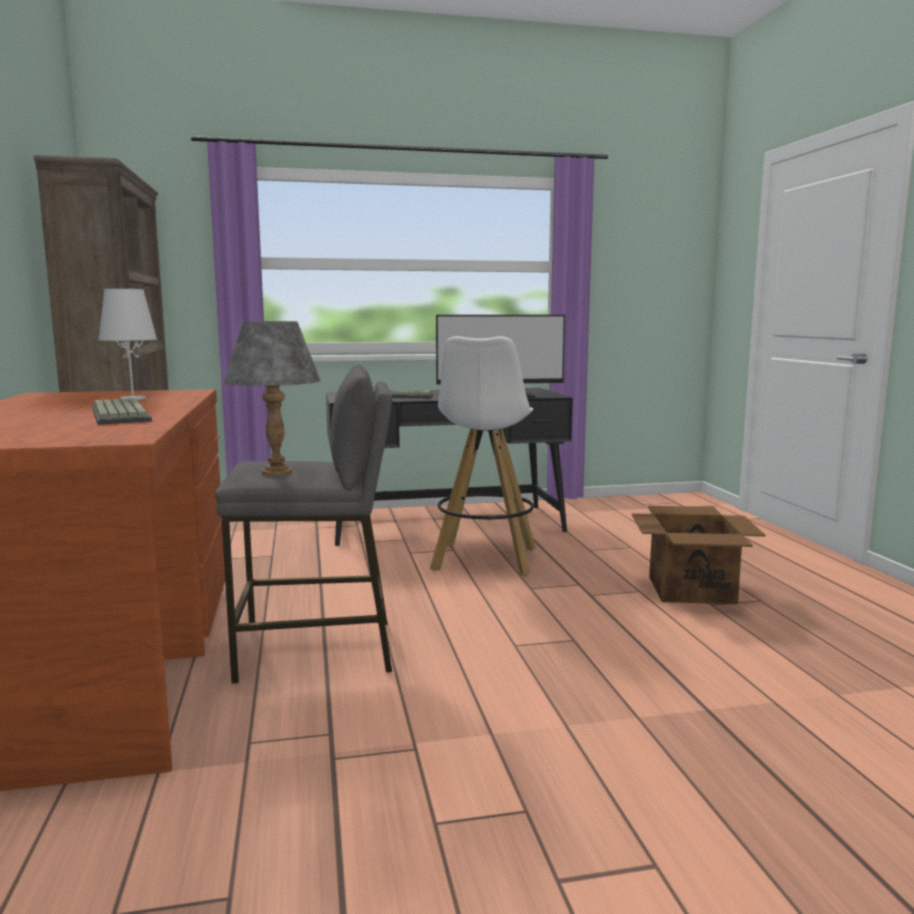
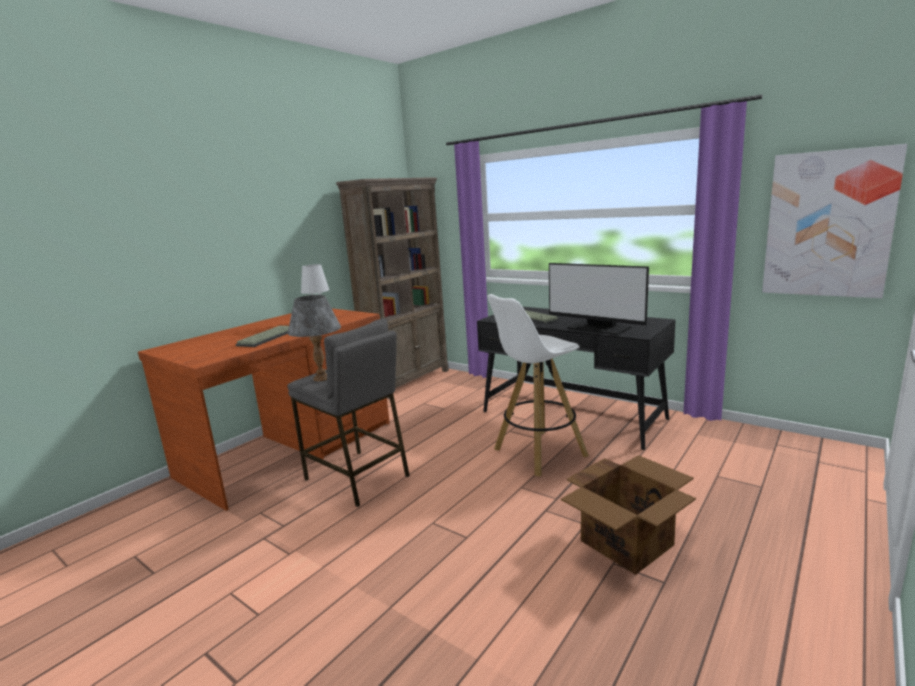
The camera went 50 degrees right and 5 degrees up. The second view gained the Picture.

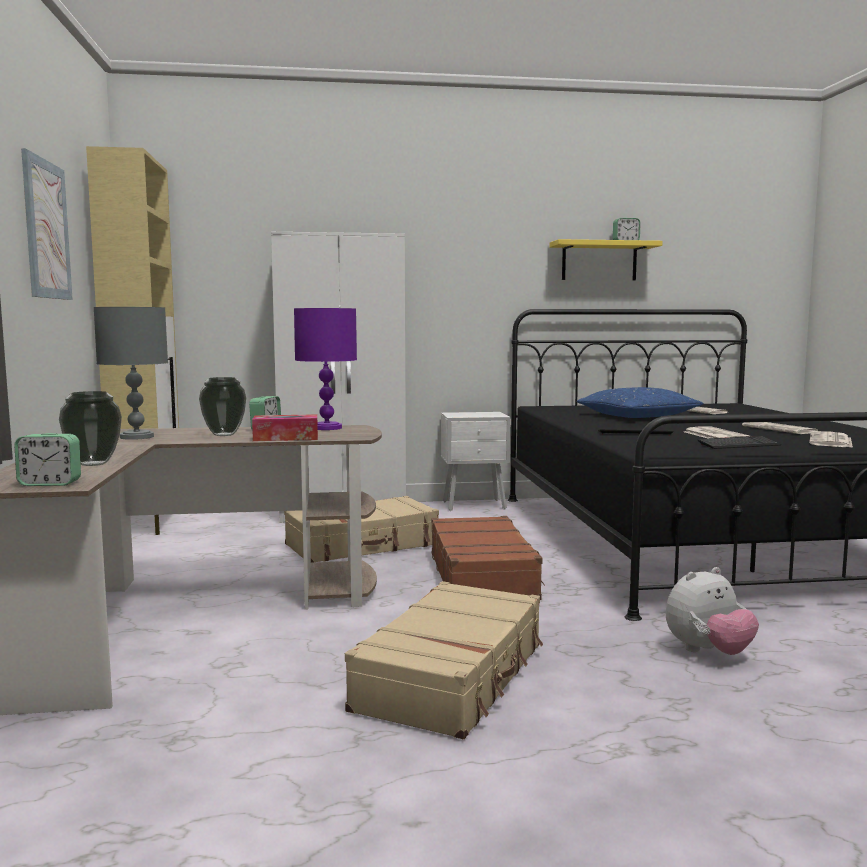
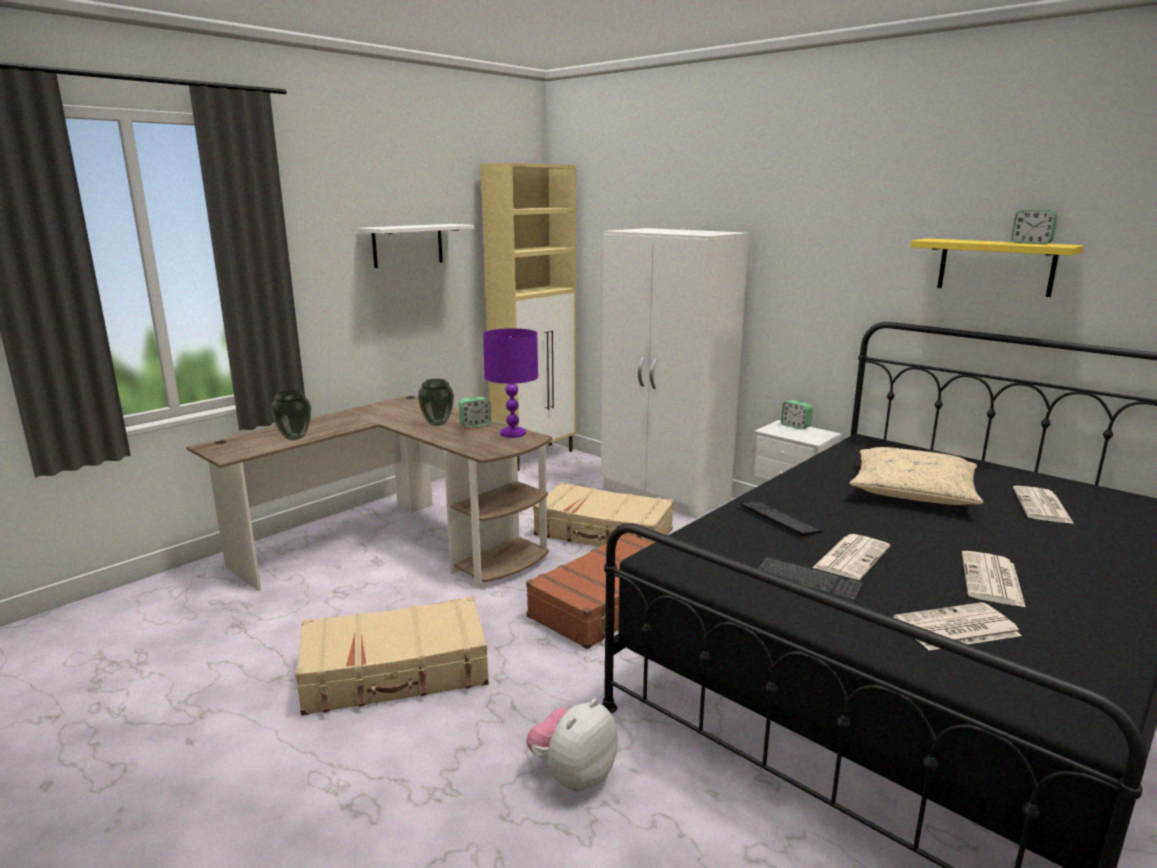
The camera went 50 degrees right and 10 degrees up. Where the Picture hung, the WhitishShelf came to hang. The second view lost the GreyishTabletopLamp. What was the BlueThrowPillow turned into the SandColouredThrowPillow. The second view lost the TissueBox. The BedsideClock (1st from left in the first image) ended up elsewhere. The CuddlyToy ended up facing another way, 105 degrees clockwise from before.

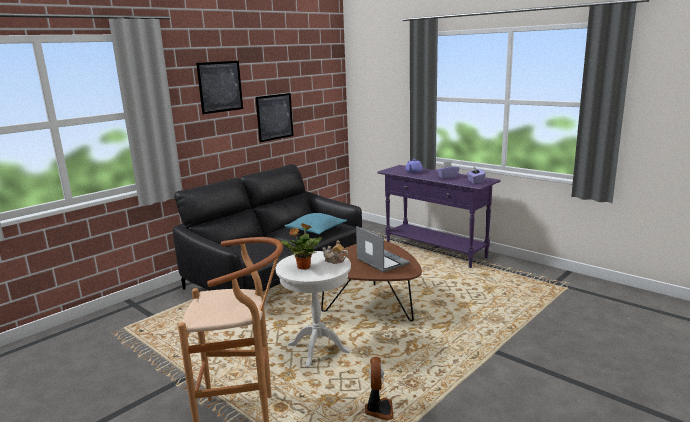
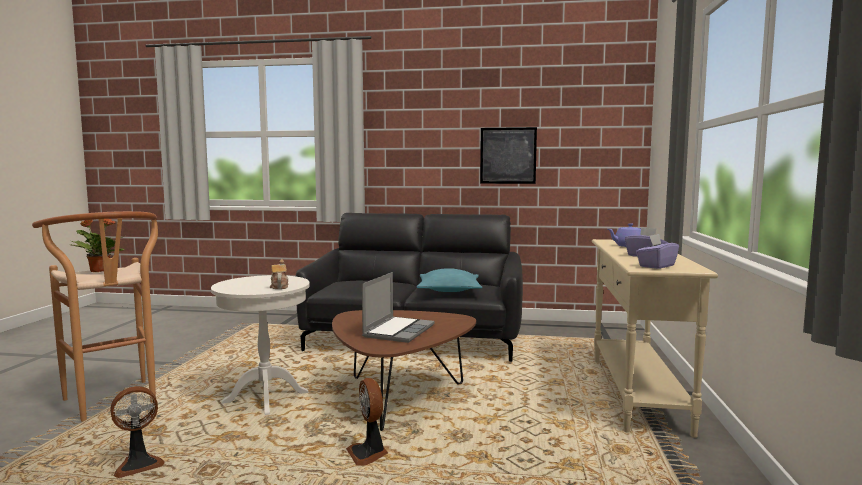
The camera went 55 degrees right and 10 degrees down. The second view lost the Picture (1st from left). What was the PurpleNarrowTable turned into the SandColouredNarrowTable. The Houseplant ended up elsewhere. The second view gained the Fan (2nd from left).

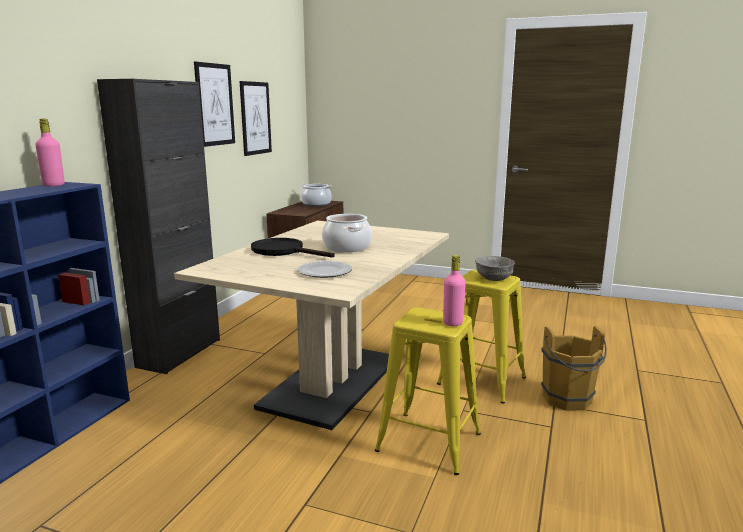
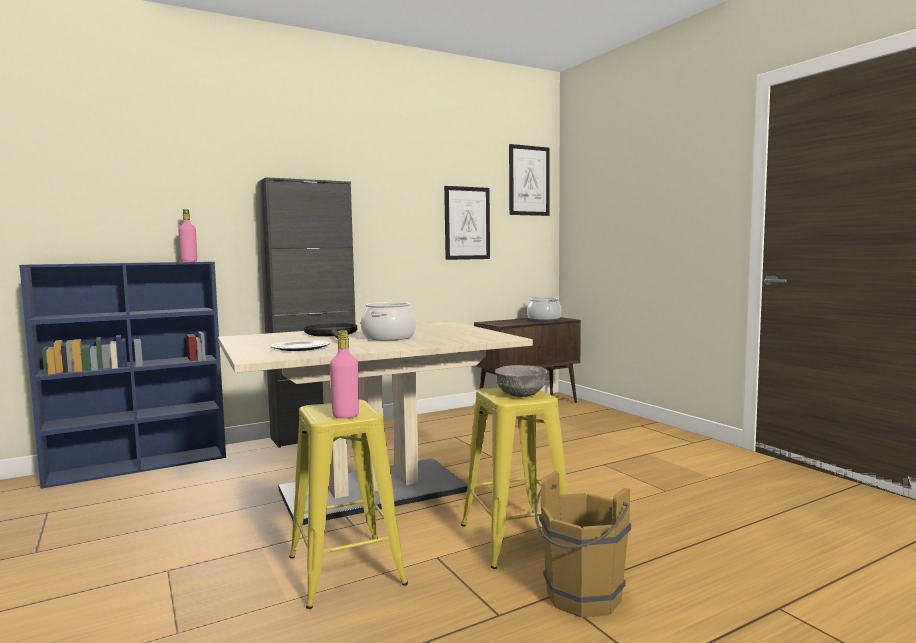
The camera went 40 degrees right and 10 degrees down. The Picture (1st from left in the first image) ended up elsewhere.

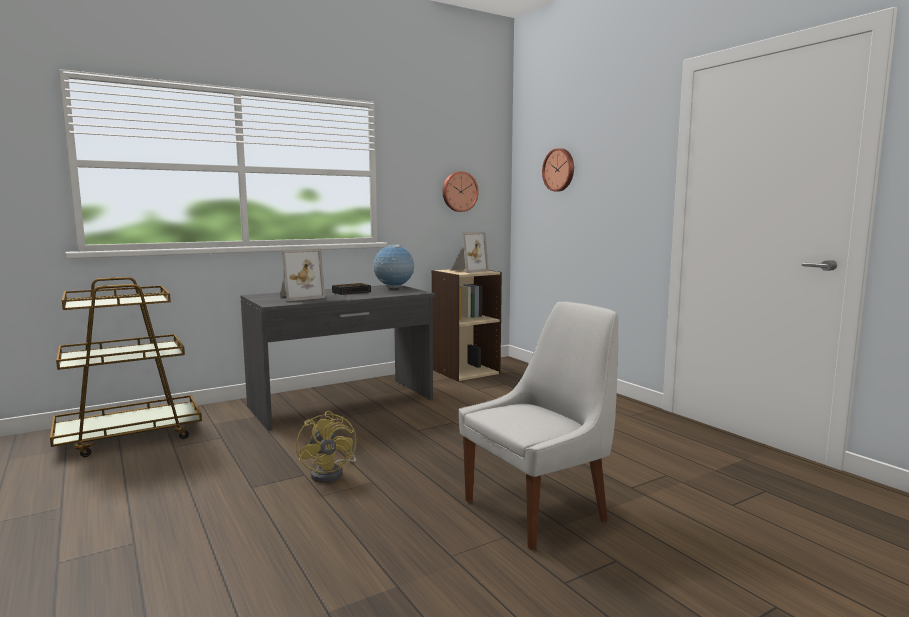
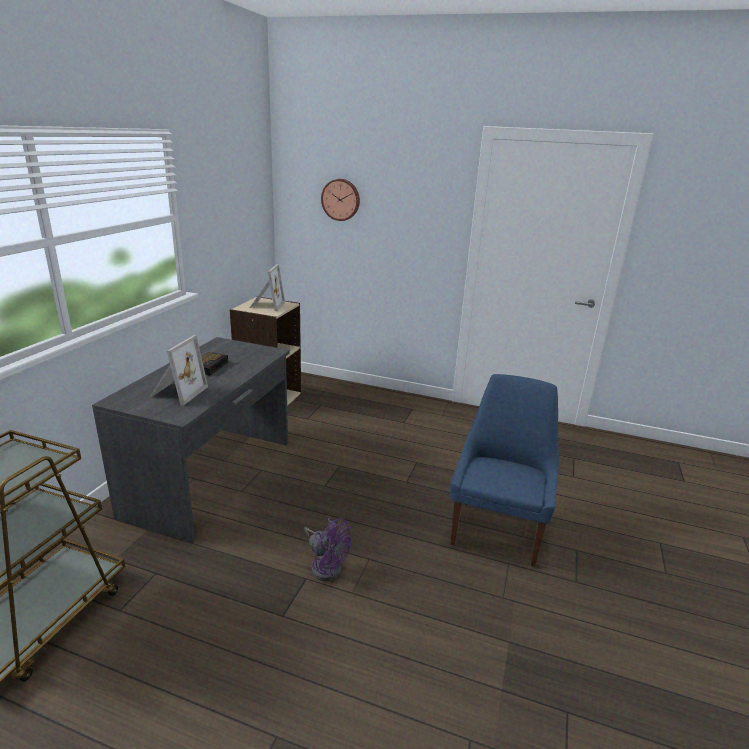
The camera went 40 degrees left and 15 degrees up. The second view lost the HangingClock (1st from left). The second view lost the DeskGlobe. What was the WhitishPlainChair turned into the BluePlainChair. What was the YellowColouredFan turned into the PurpleFan.

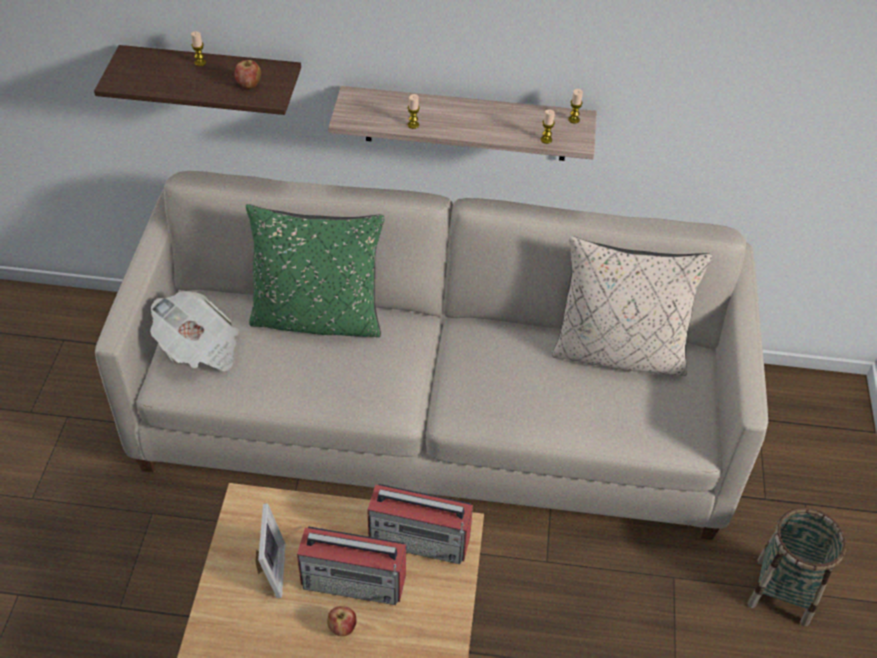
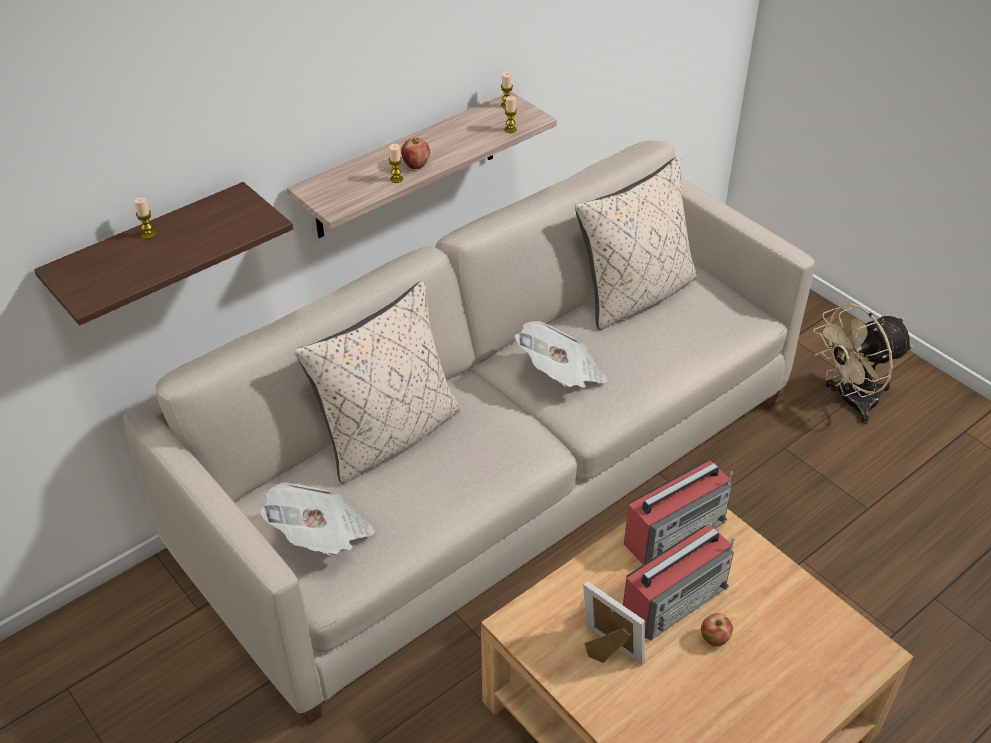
The camera went 45 degrees left and 5 degrees down. The WholeApple (1st from left) ended up elsewhere. What was the GreenishThrowPillow turned into the SandColouredThrowPillow (1st from left). Where the HouseholdBasket stood, the SandColouredFan came to stand. The second view gained the PrintedPaper (2nd from left).

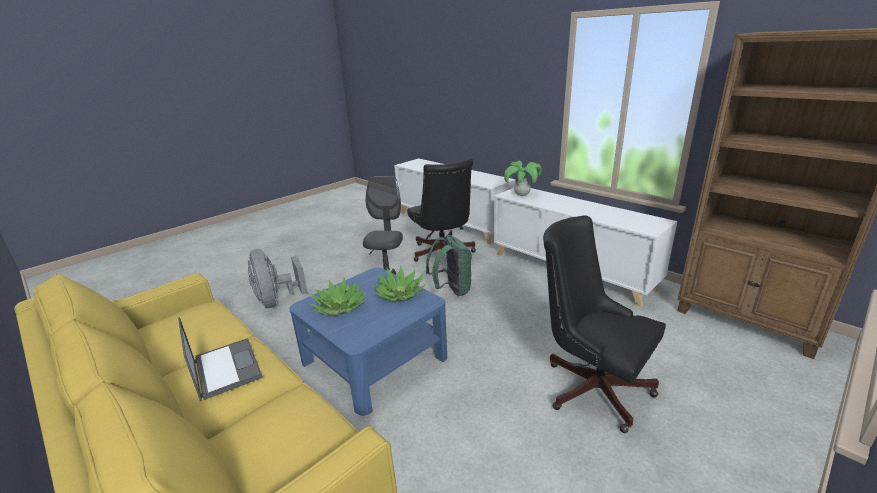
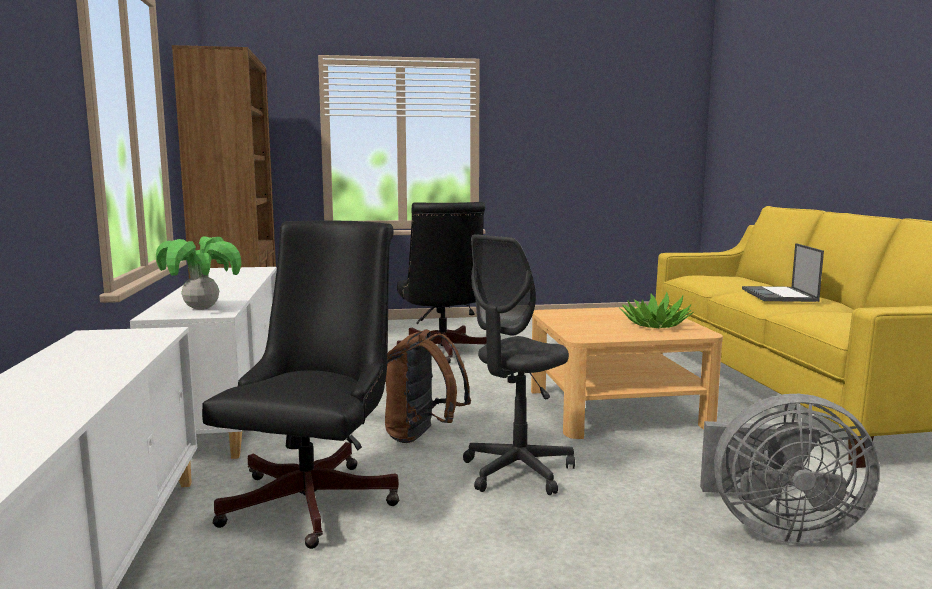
The camera went 145 degrees left and 15 degrees down. What was the GreenishKnapsack turned into the BrownishKnapsack. The GreyishFan ended up facing another way, 90 degrees clockwise from before. The second view lost the Houseplant (2nd from left). What was the BlueLowTable turned into the SandColouredLowTable.

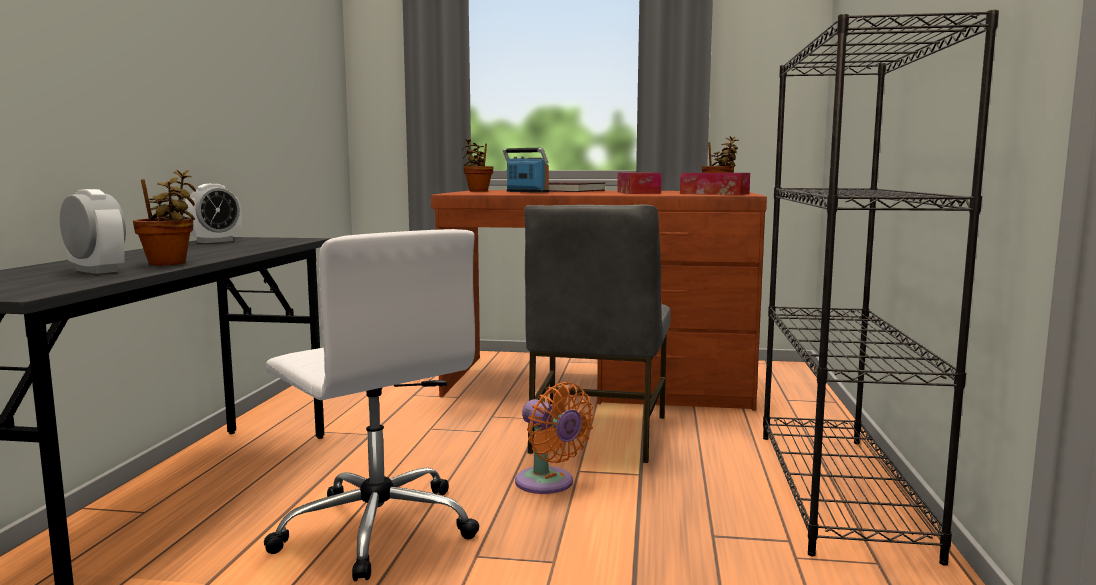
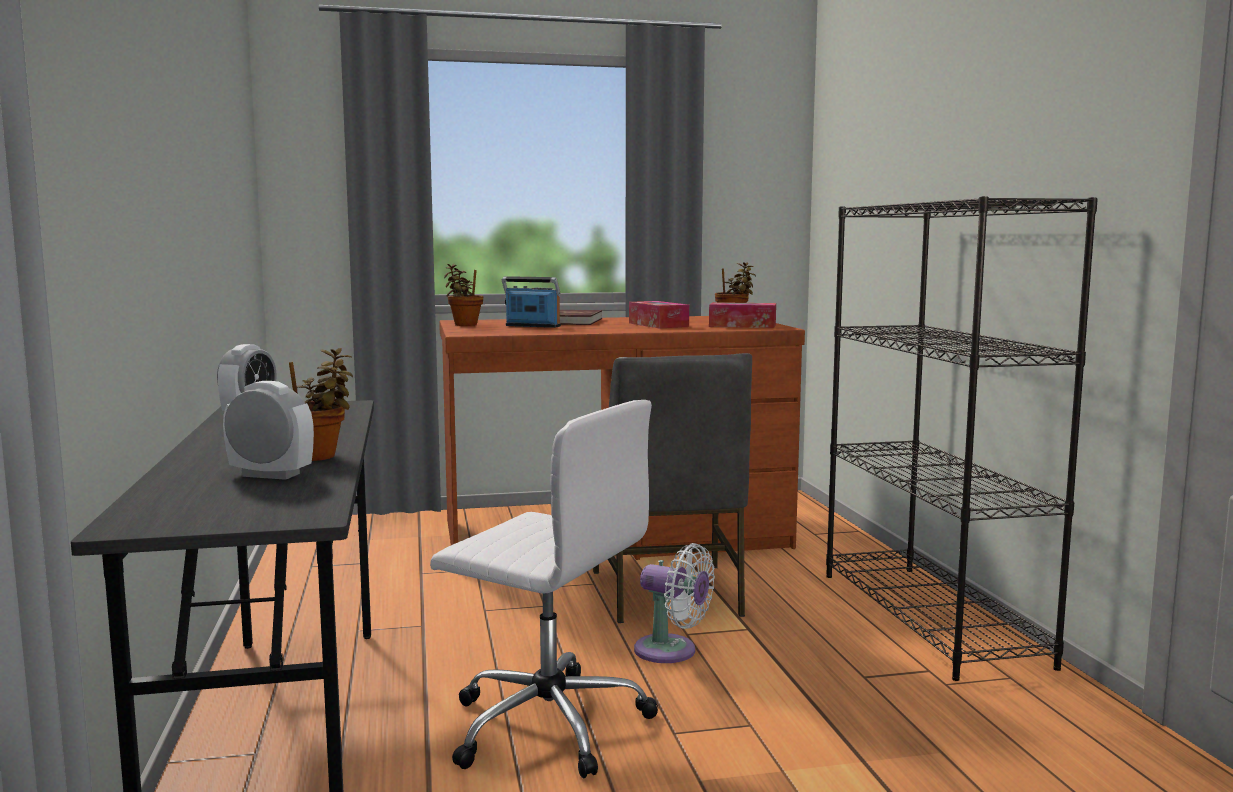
The camera went 20 degrees left and 0 degrees up. What was the OrangeFan turned into the WhitishFan.

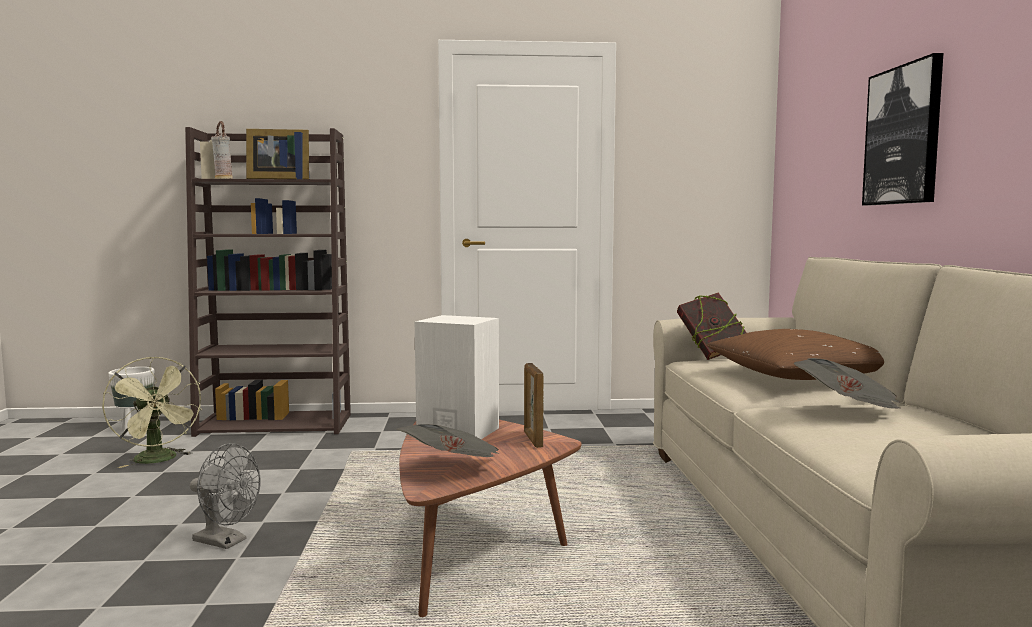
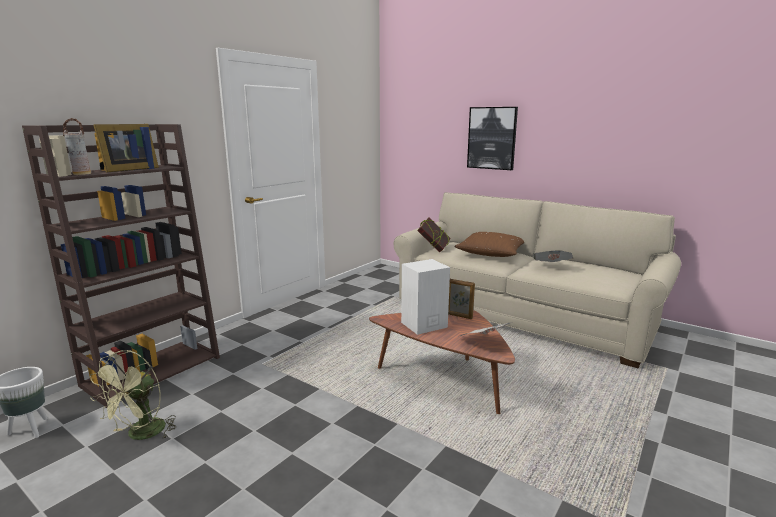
The camera went 50 degrees left and 10 degrees up. The GreenishFan ended up facing another way, 105 degrees clockwise from before. The second view lost the GreyishFan.

